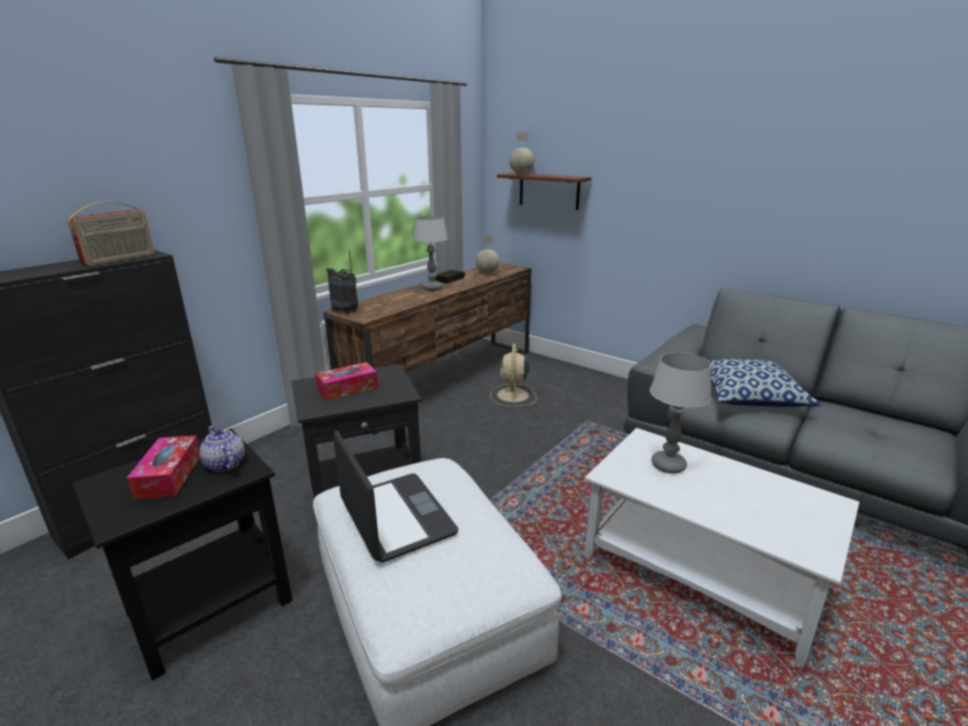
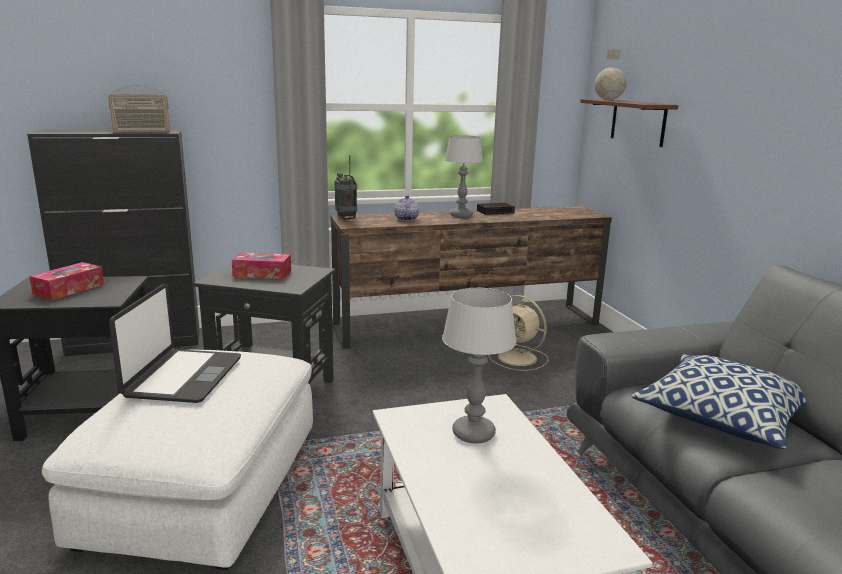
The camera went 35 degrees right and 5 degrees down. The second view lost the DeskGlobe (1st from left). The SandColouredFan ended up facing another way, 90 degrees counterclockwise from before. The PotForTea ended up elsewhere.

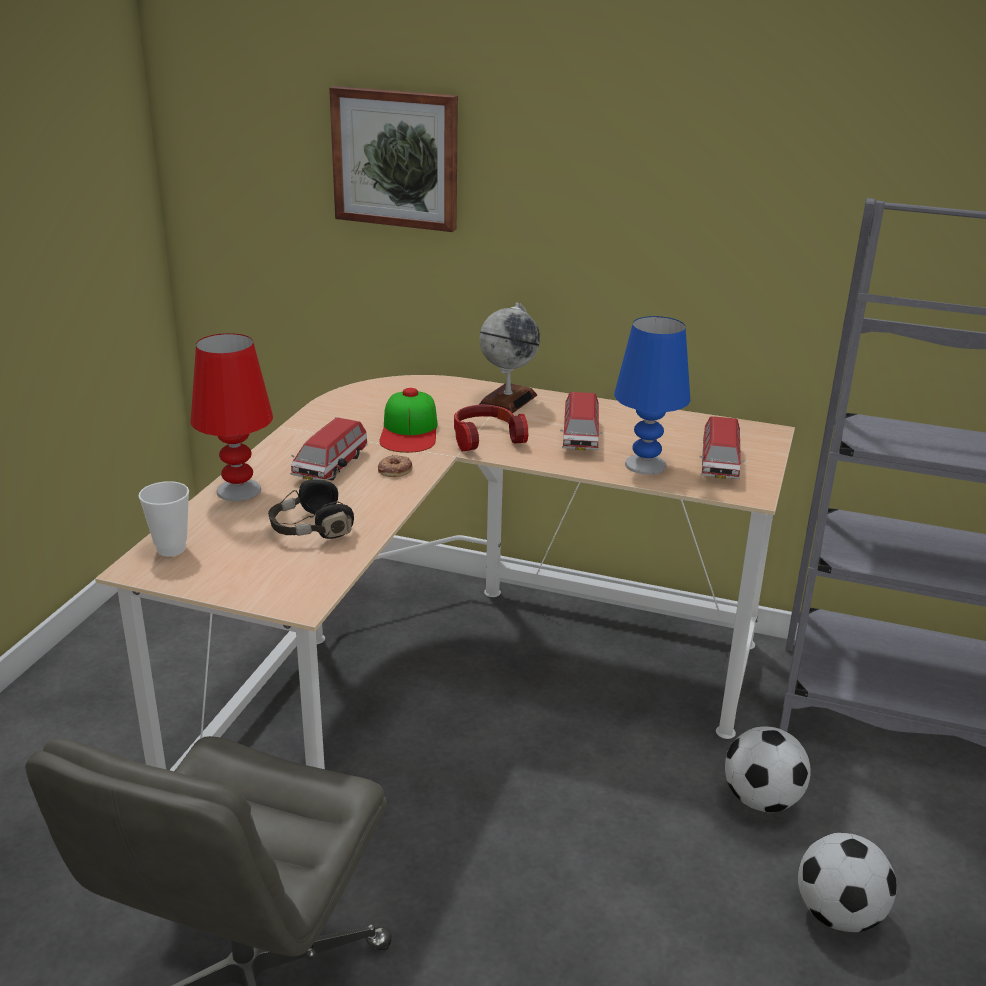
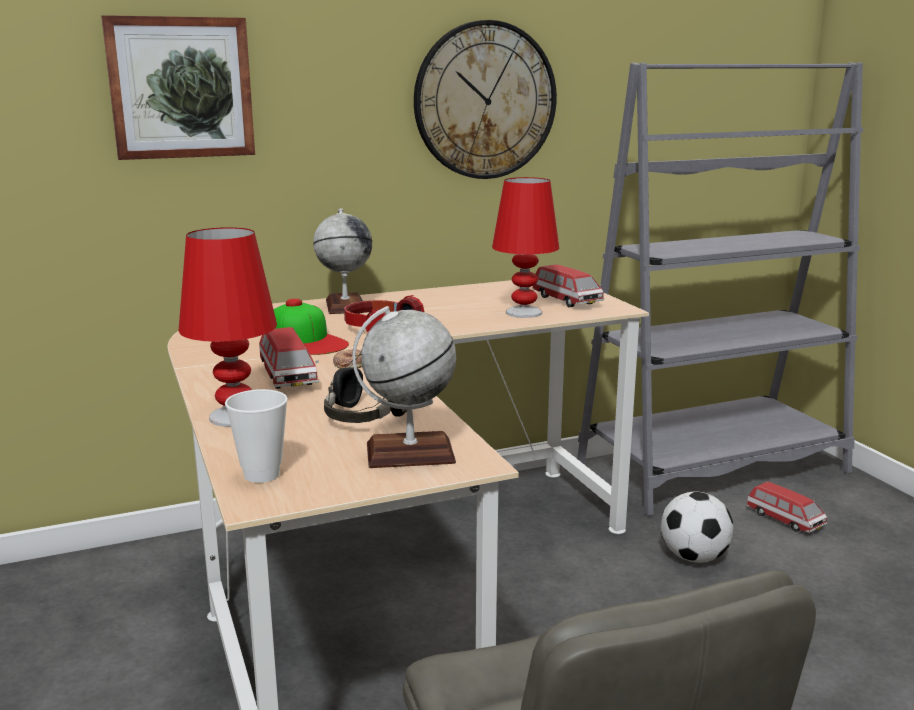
The camera went 40 degrees left and 10 degrees down. What was the BlueTabletopLamp turned into the RedColouredTabletopLamp (2nd from left). The ModelCar (2nd from left in the first image) ended up elsewhere. The second view lost the BallForFootball (2nd from left). The second view gained the HangingClock. The second view gained the DeskGlobe (2nd from left).

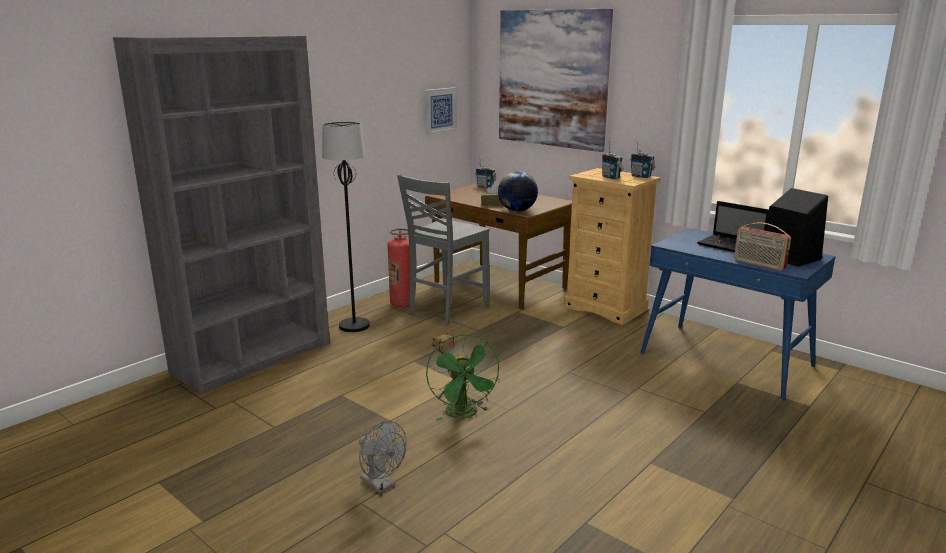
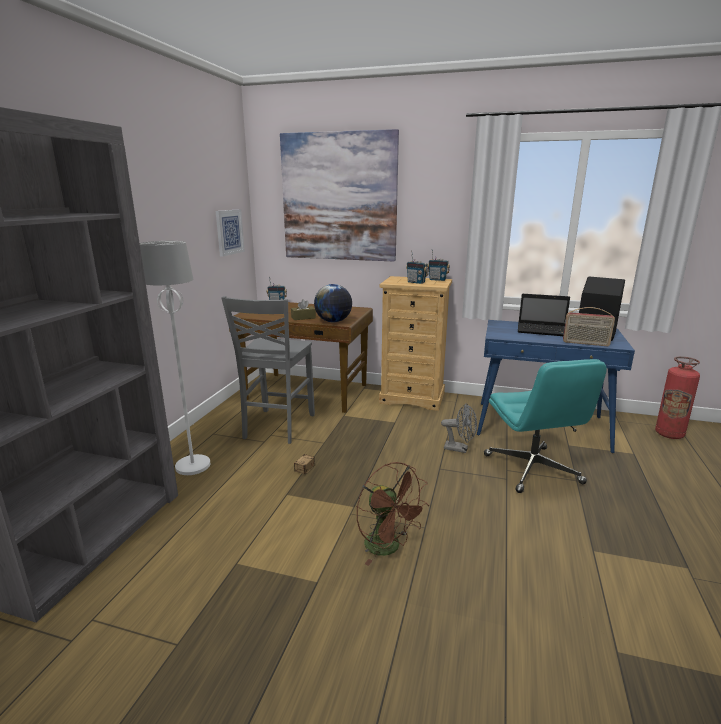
The camera went 25 degrees left and 0 degrees up. What was the BlackishStandingLamp turned into the WhitishStandingLamp. The FireFightingCylinder ended up elsewhere. What was the GreenishFan turned into the BrownishFan. The GreyishFan ended up elsewhere. The second view gained the BlueGreenComputerChair.

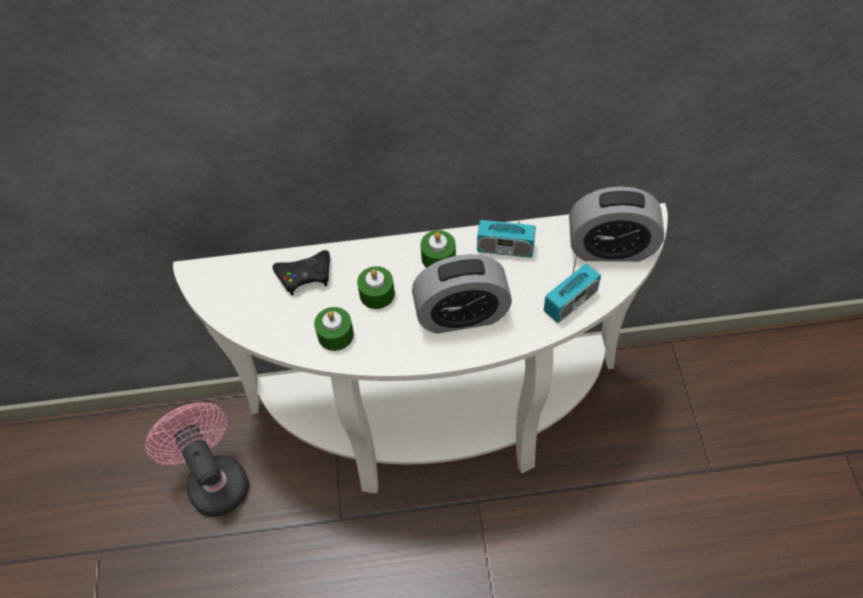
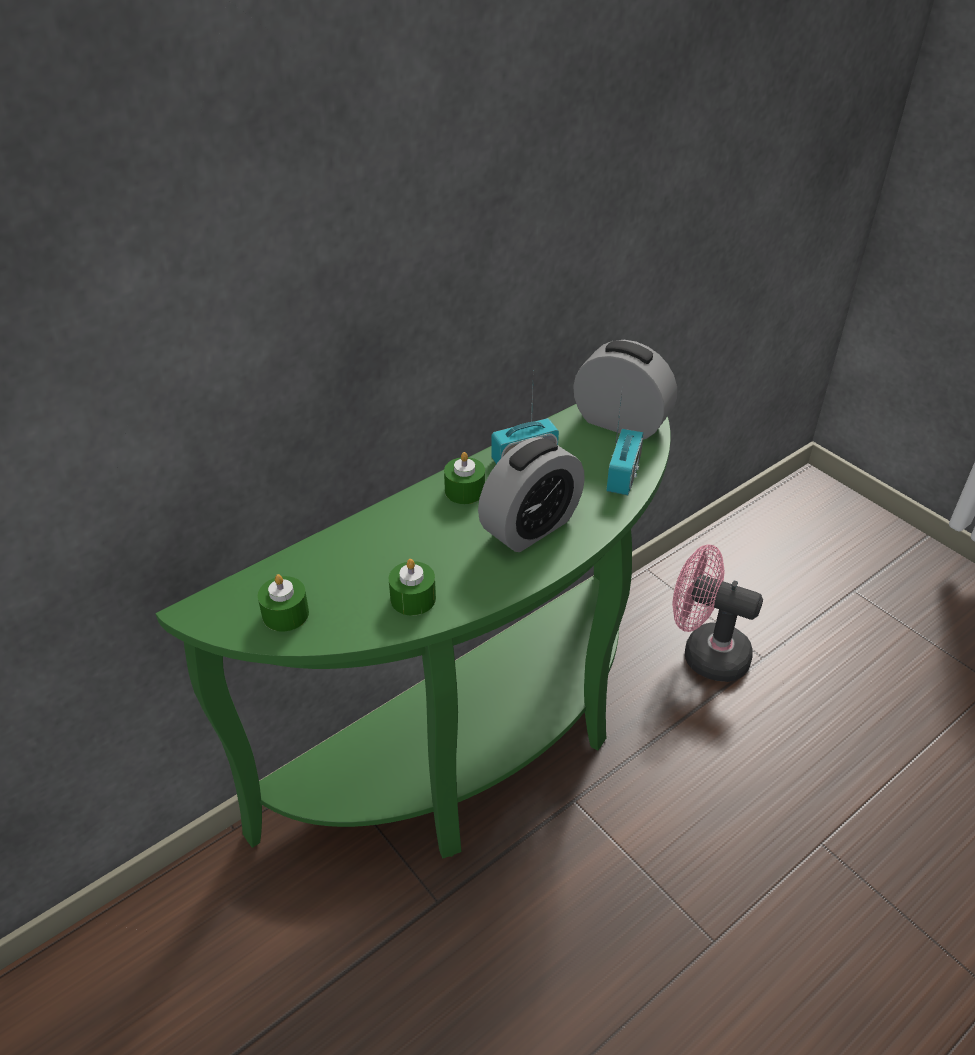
The camera went 35 degrees left and 15 degrees down. The BedsideClock (2nd from left) ended up facing another way, 120 degrees counterclockwise from before. What was the WhitishNarrowTable turned into the GreenishNarrowTable. The second view lost the BlackishJoypad. The GreenishWaxCandle (2nd from left in the first image) ended up elsewhere. The PinkFan ended up elsewhere.

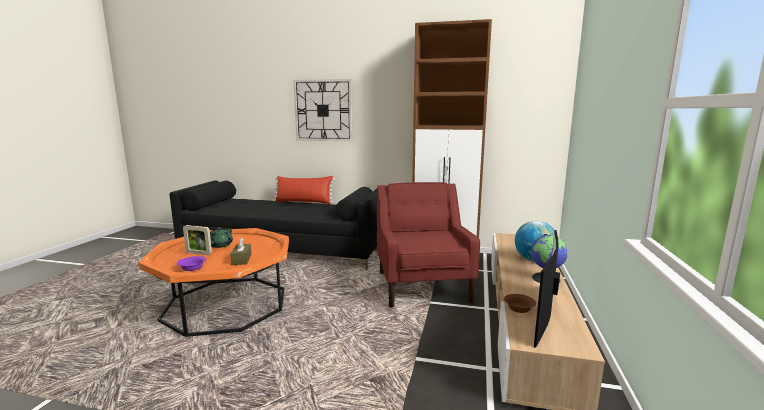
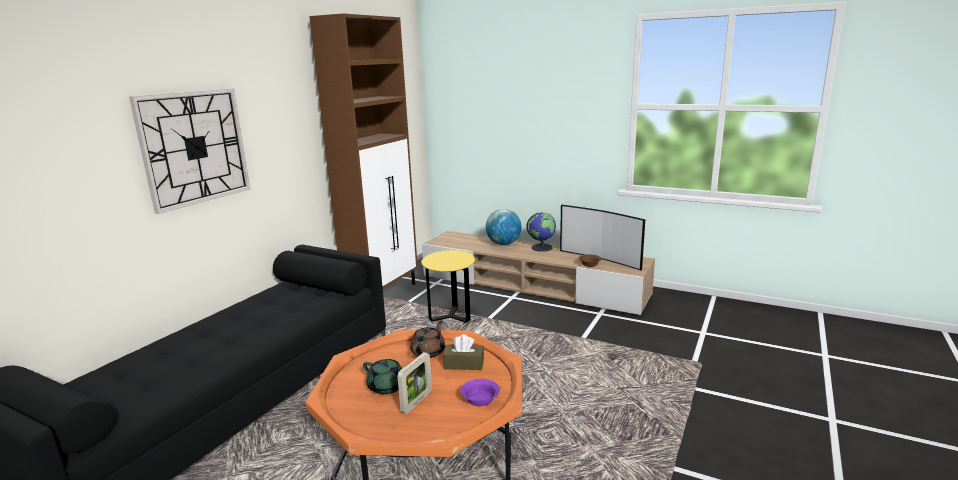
The camera went 75 degrees left and 5 degrees up. The second view lost the RedColouredThrowPillow. Where the RedColouredEasyChair stood, the YellowColouredSideTable came to stand. The second view gained the BrownishPotForTea.

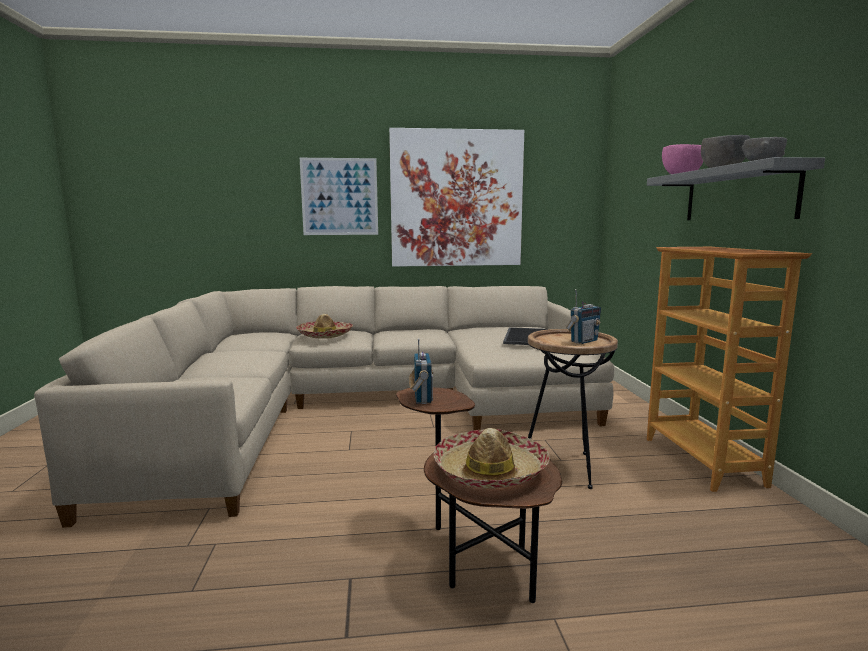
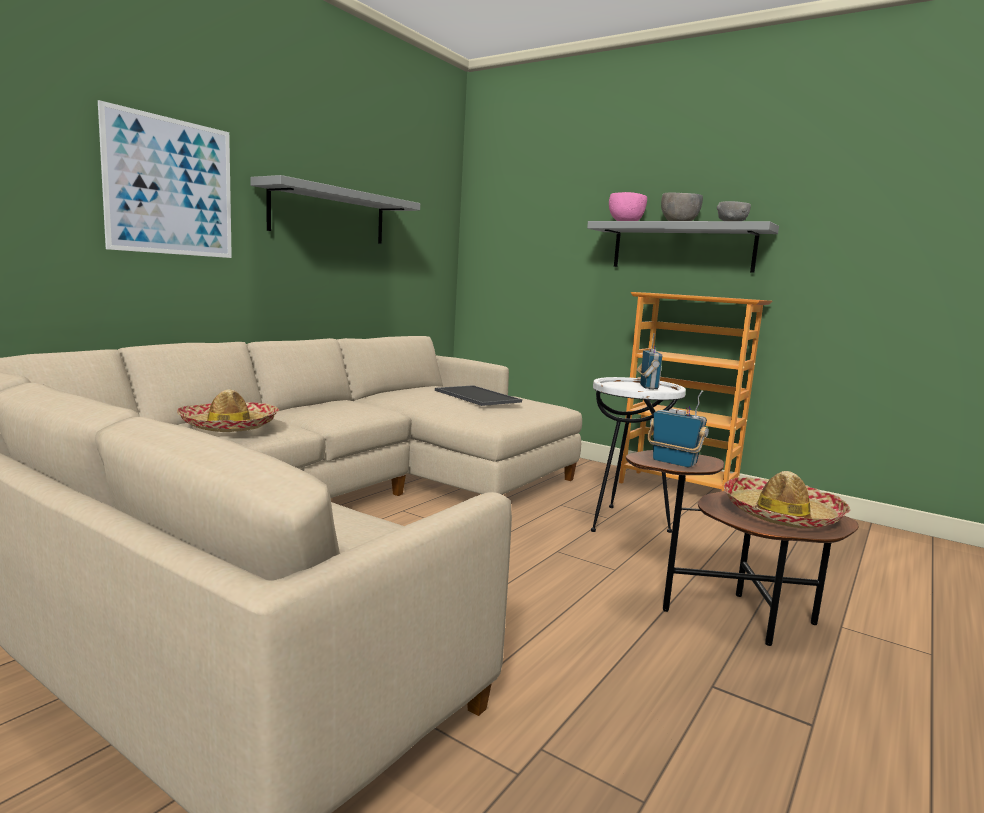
The camera went 50 degrees left and 0 degrees up. Where the Picture (2nd from left) hung, the GreyishShelf (1st from left) came to hang. What was the BrownishSideTable (2nd from left) turned into the WhitishSideTable.

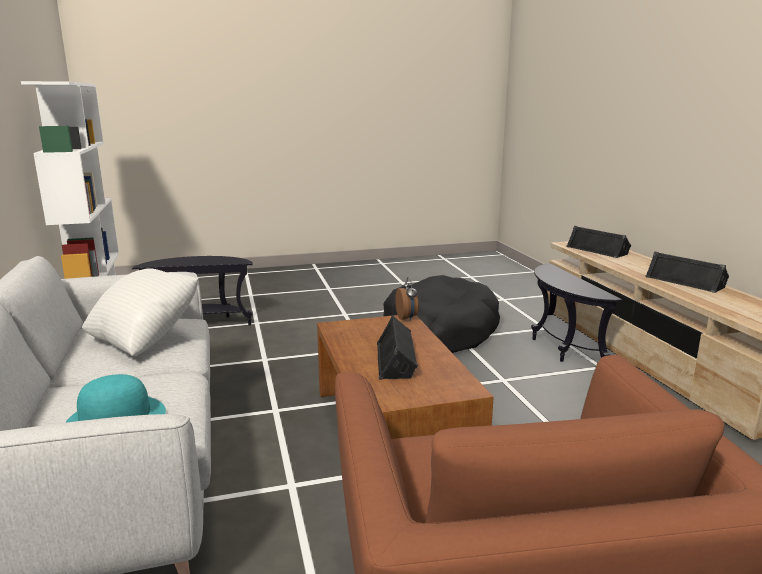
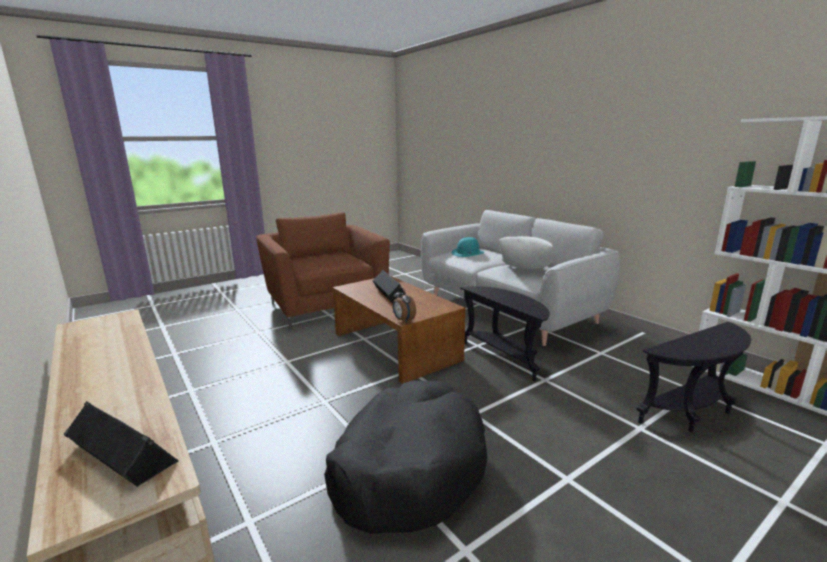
The camera went 160 degrees right and 0 degrees up. The second view lost the BlackishSpeaker (3rd from left). The BlackishSideTable (2nd from left in the first image) ended up elsewhere.

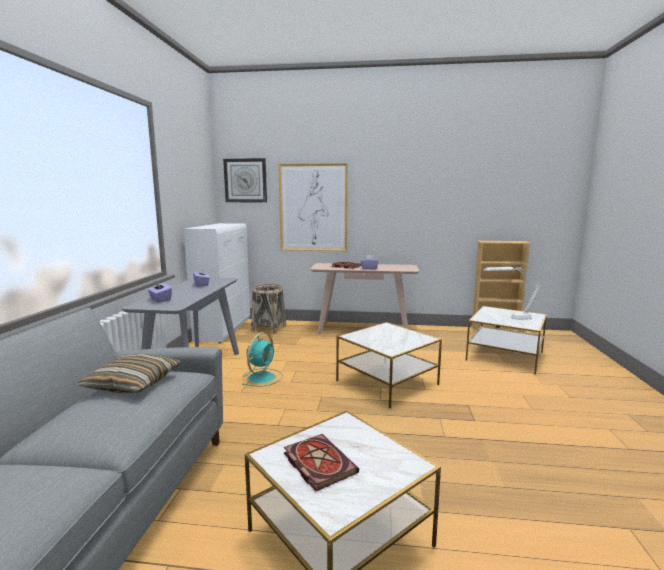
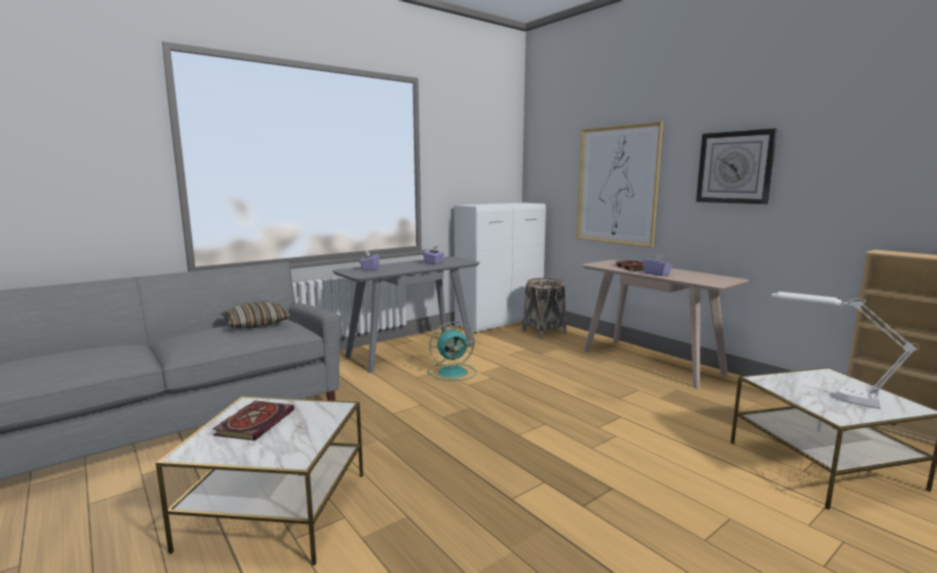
The camera went 45 degrees right and 0 degrees up. The HangingClock ended up elsewhere. The second view lost the SideTable (2nd from left).

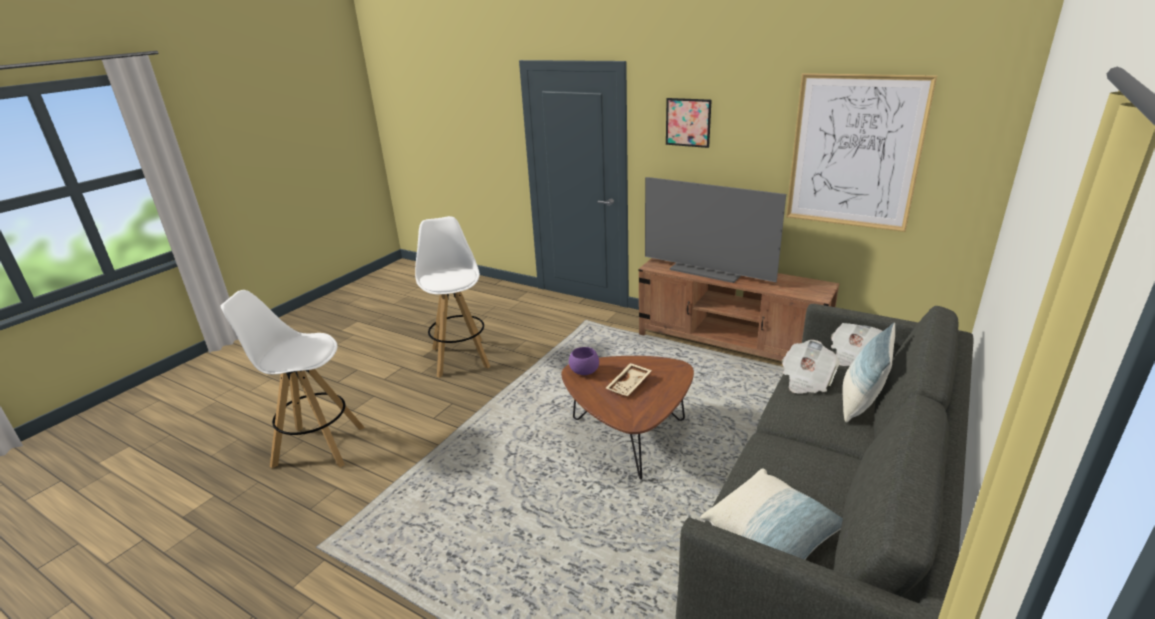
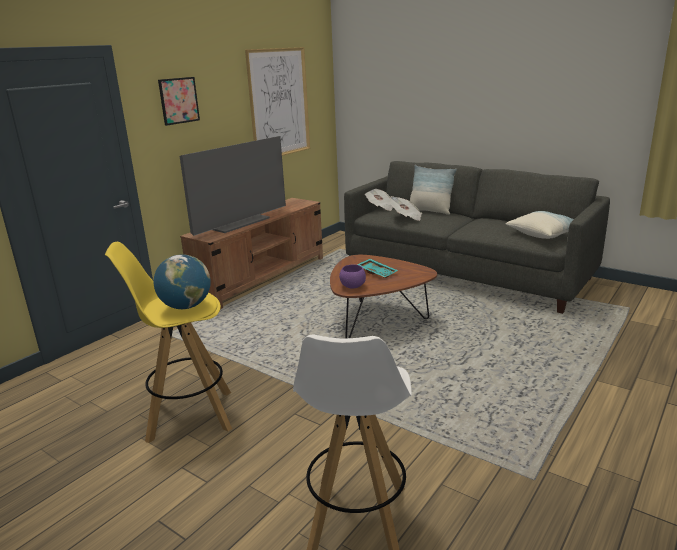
The camera went 85 degrees left and 5 degrees down. What was the WhitishStool (2nd from left) turned into the YellowColouredStool. What was the SandColouredServingTray turned into the BlueGreenServingTray. The second view gained the DeskGlobe.

